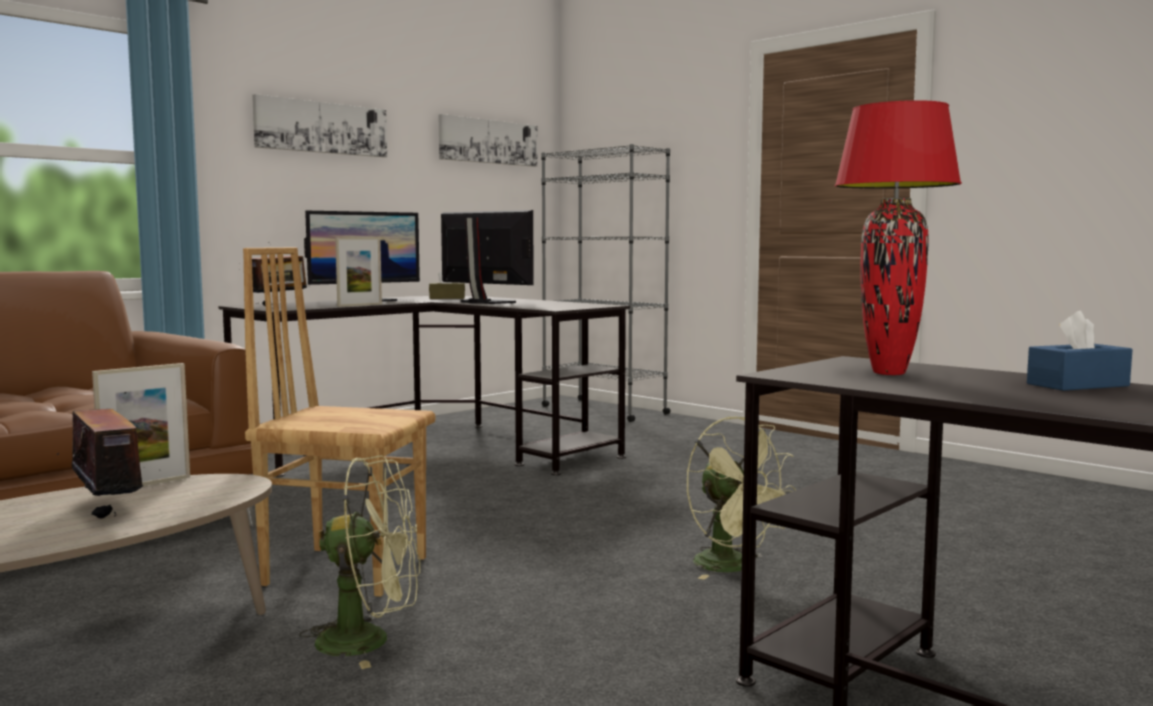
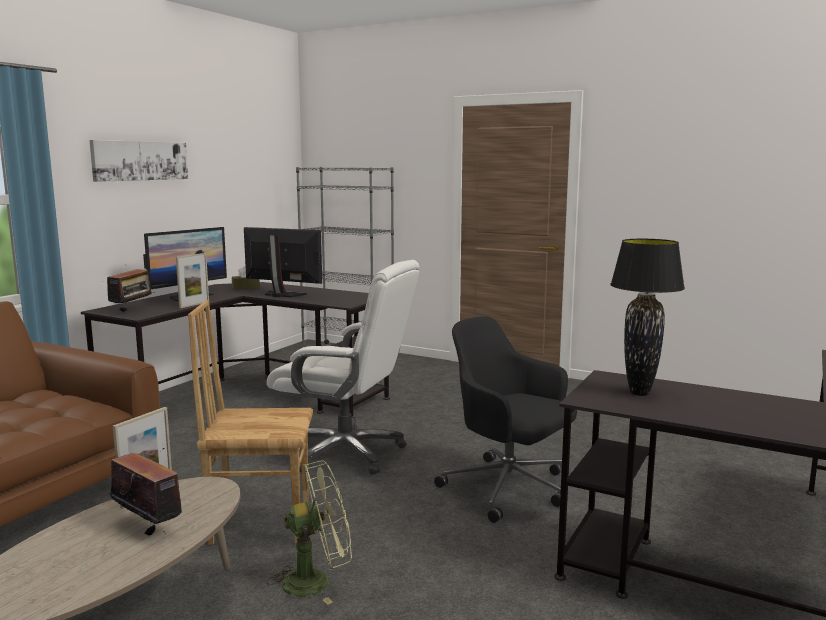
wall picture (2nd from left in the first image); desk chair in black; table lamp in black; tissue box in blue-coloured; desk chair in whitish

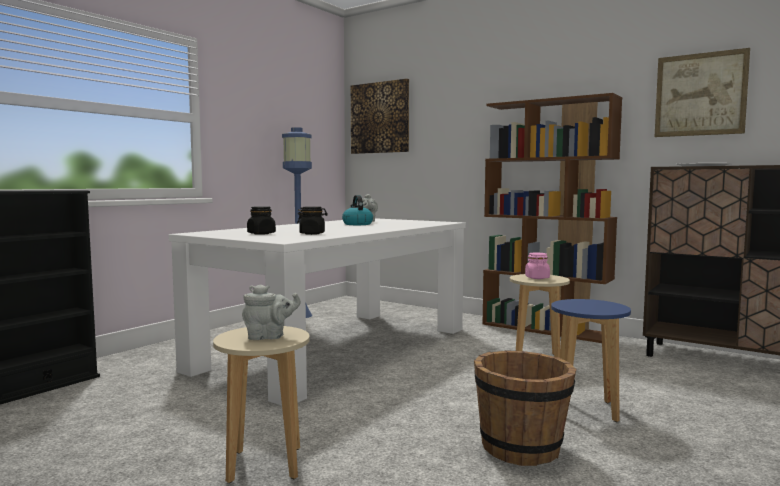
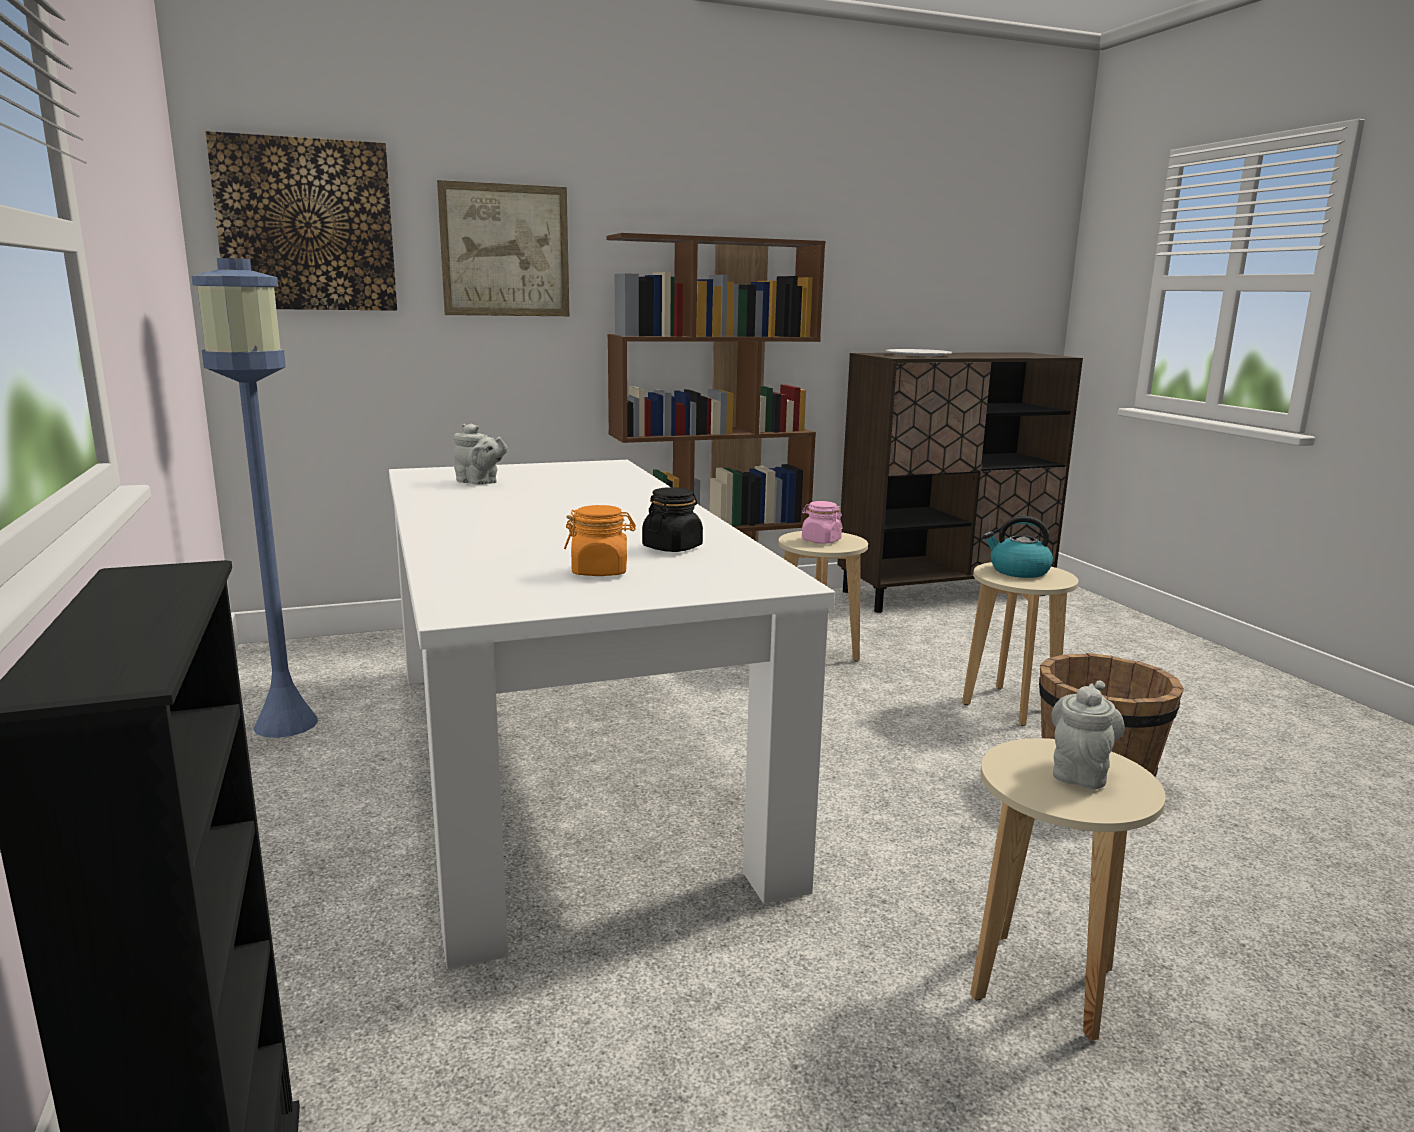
storage jar in orange; water kettle; stool seat in beige (2nd from left); wall picture (2nd from left)

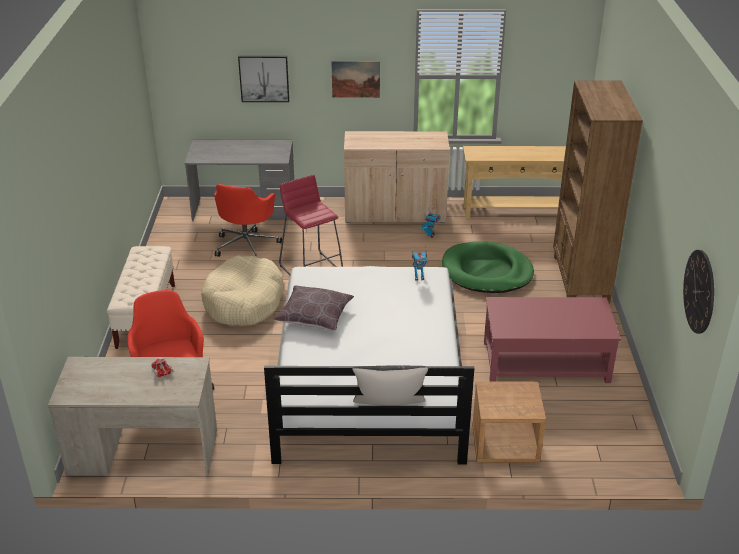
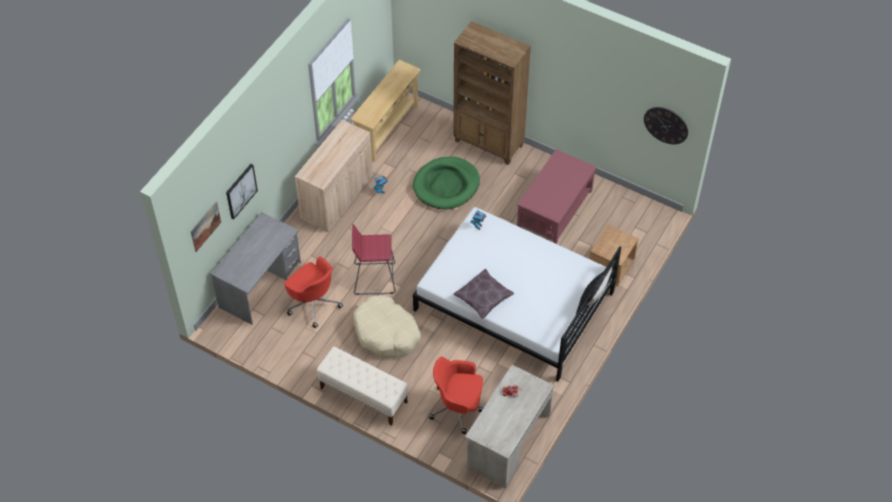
wall picture (1st from left)

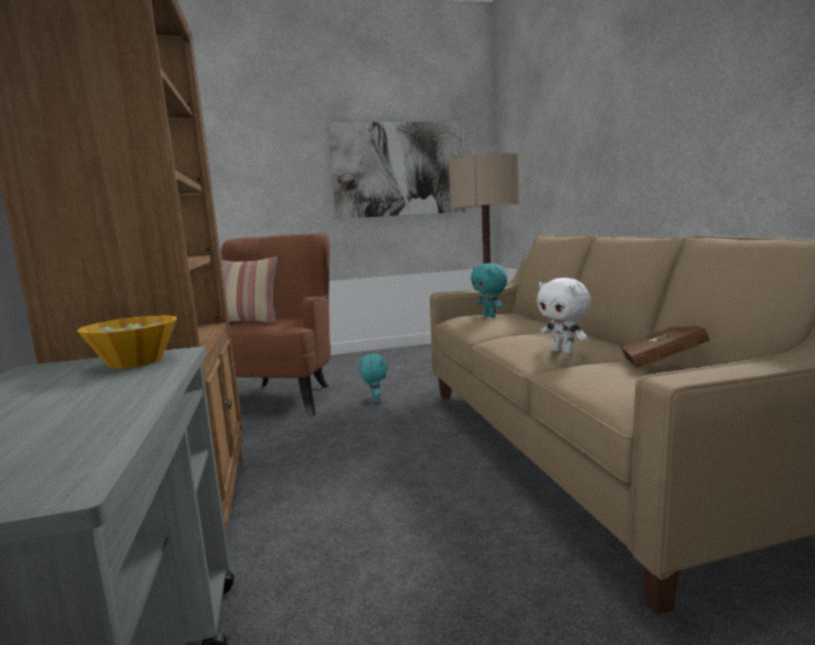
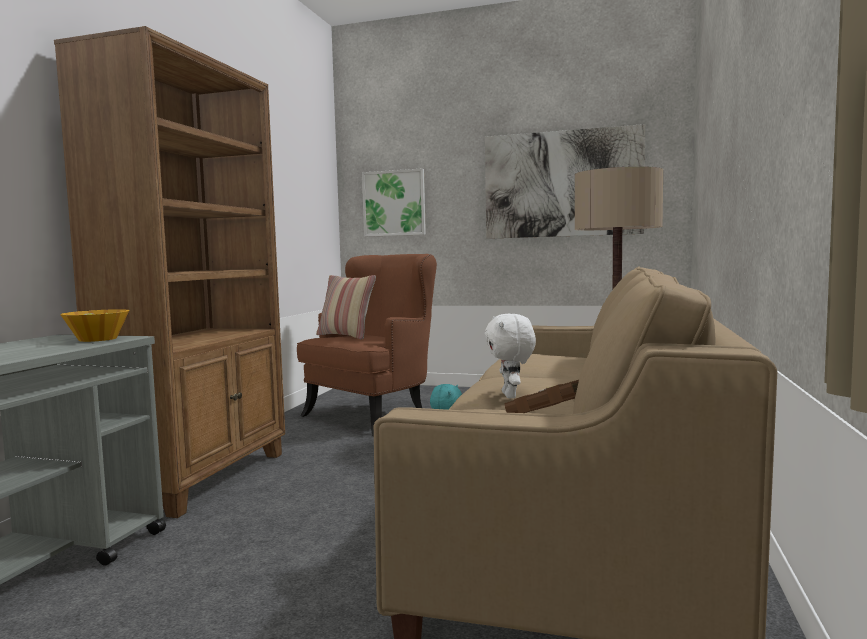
plush toy in turquoise (2nd from left in the first image); wall picture (1st from left)

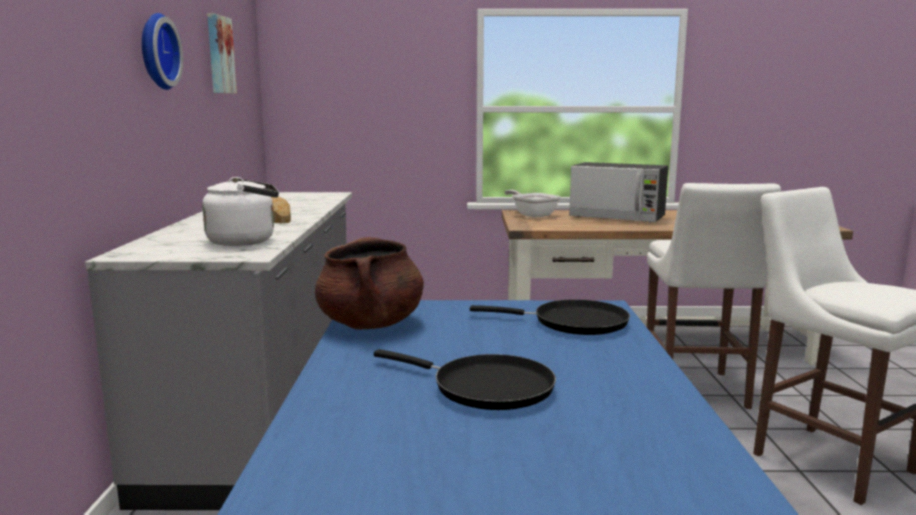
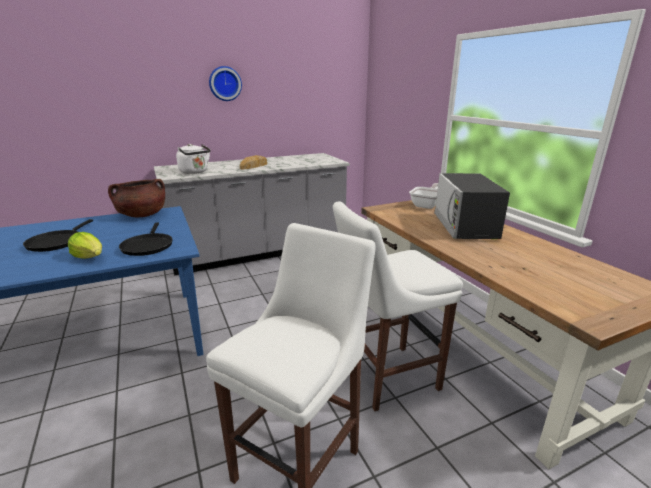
wall picture; head of lettuce

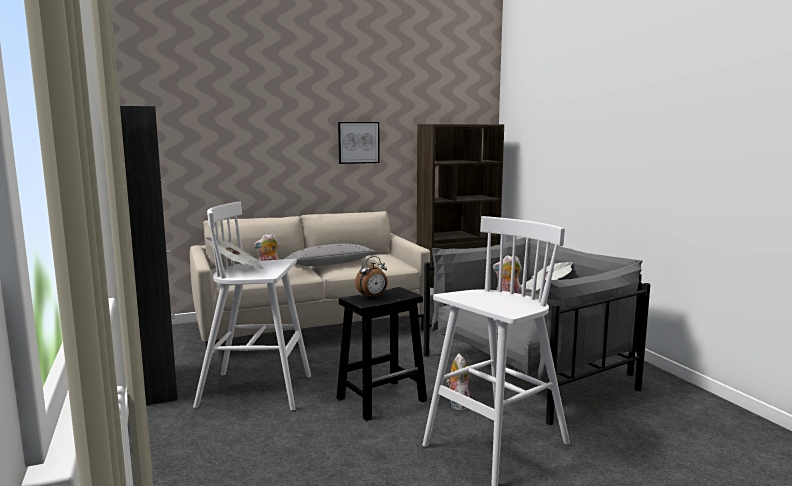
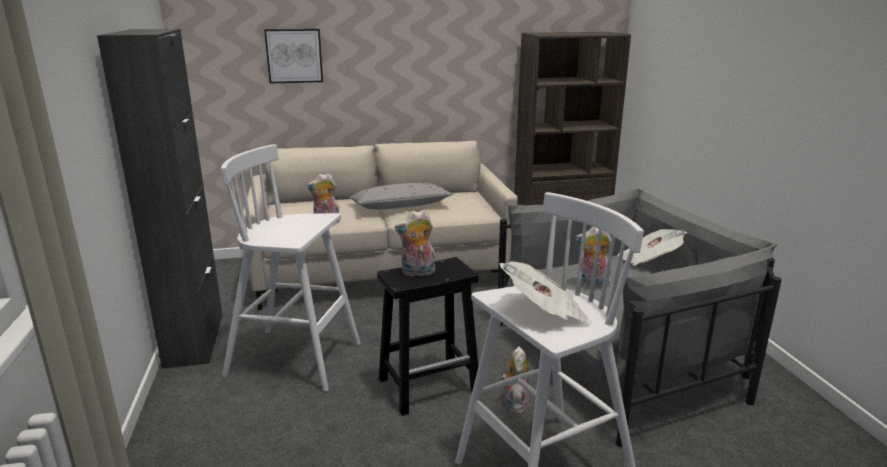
printed paper (1st from left); wall picture; plush toy (2nd from left)

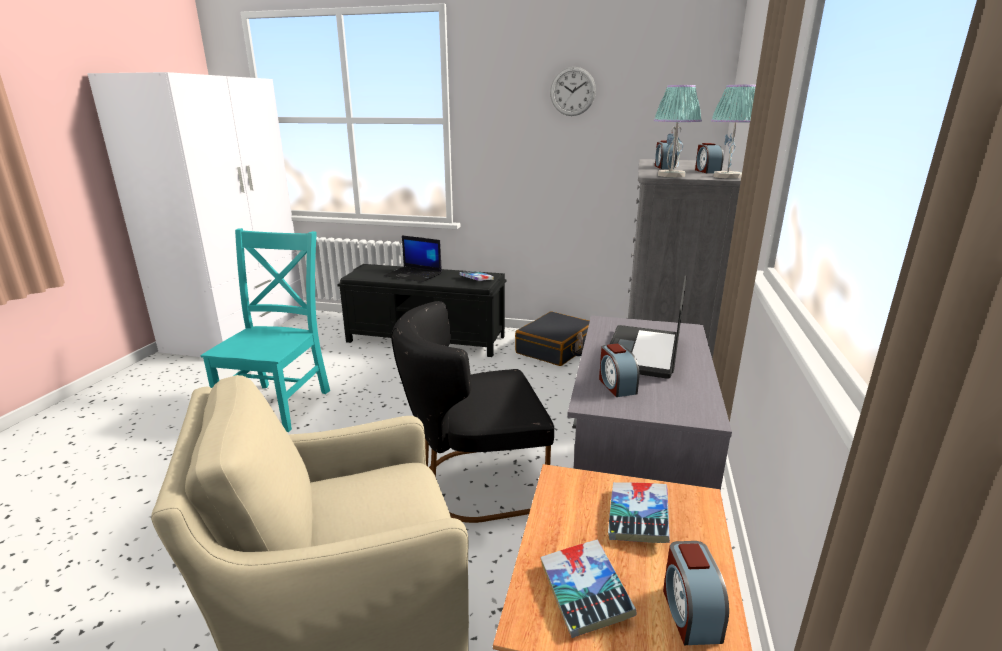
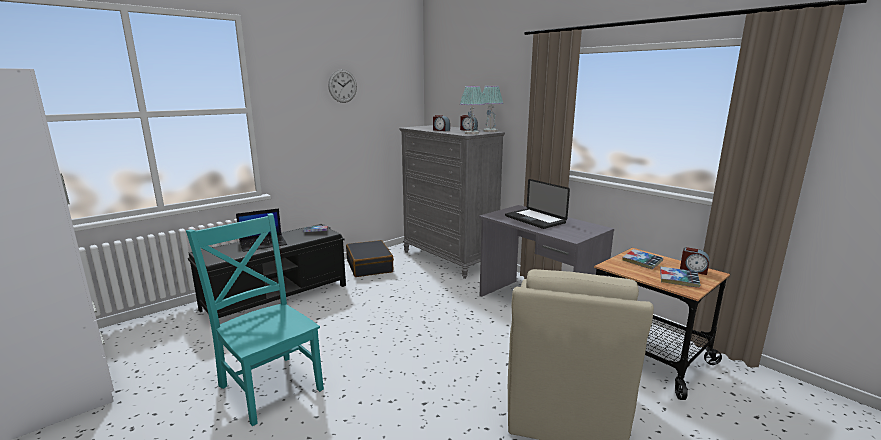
upright chair in black; alarm clock (1st from left in the first image)

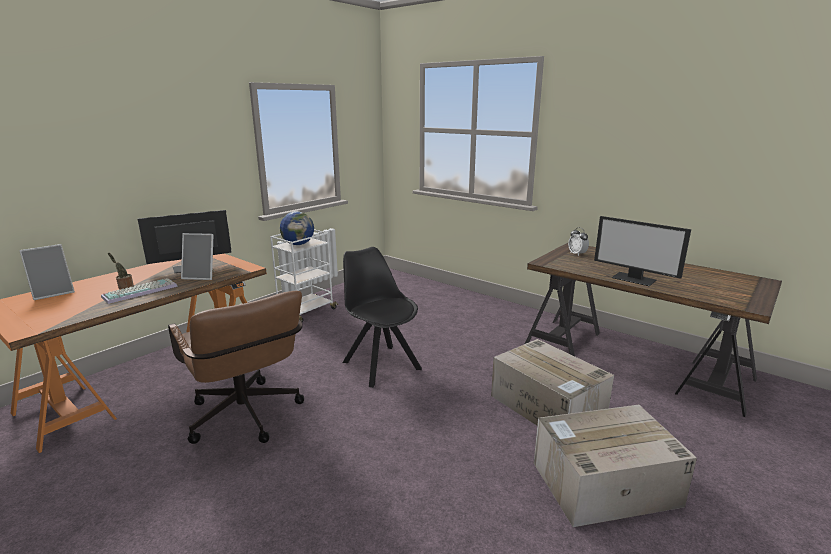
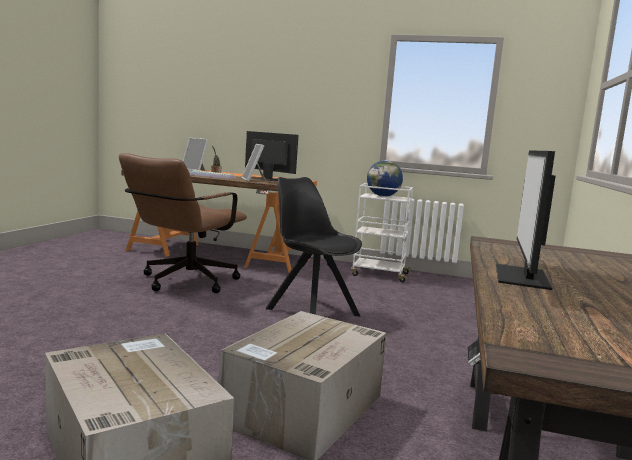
upright chair in black; alarm clock

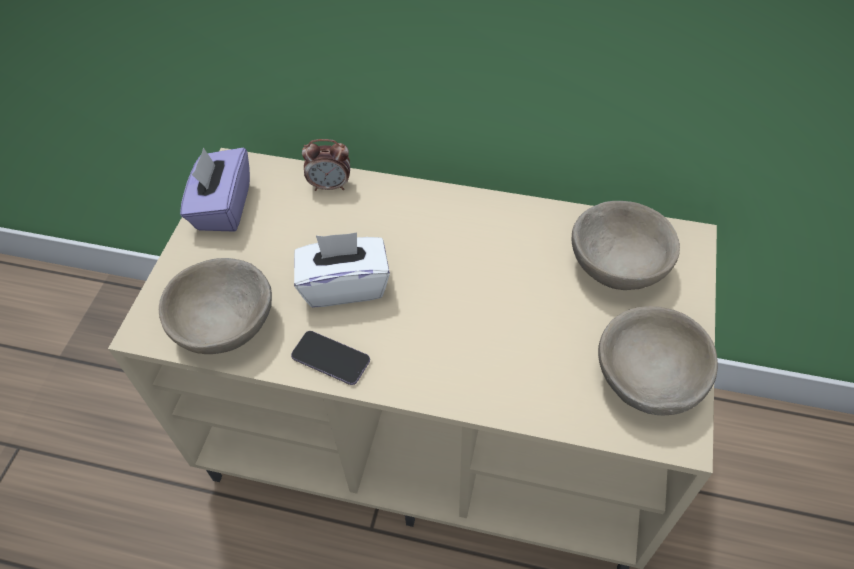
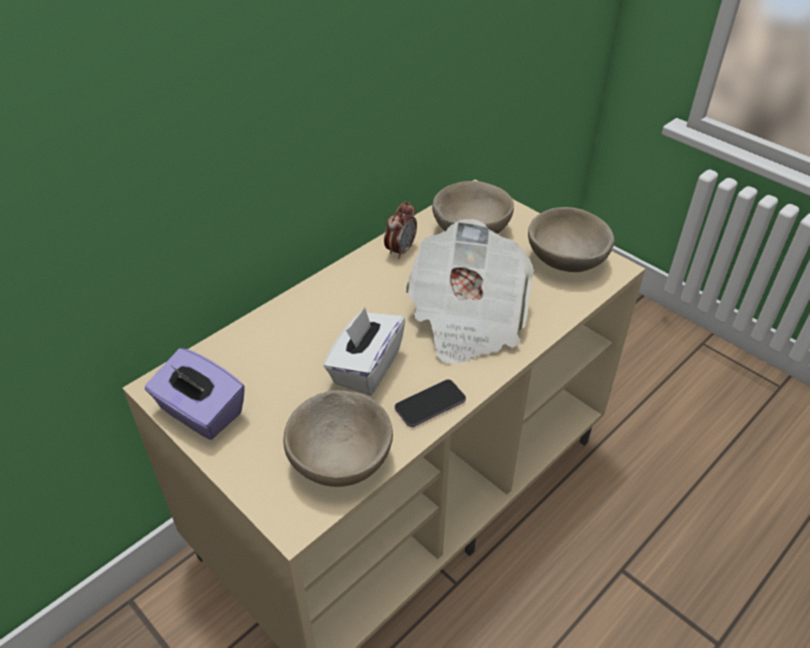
alarm clock; printed paper

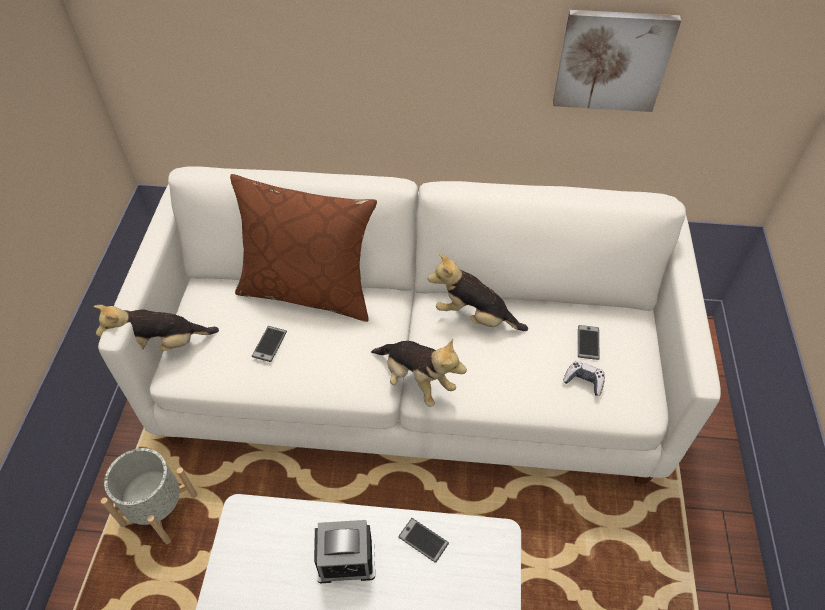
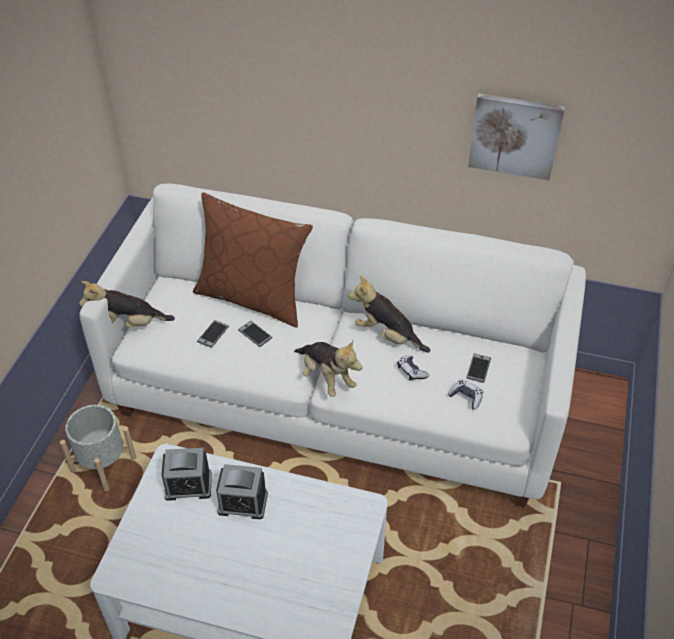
phone (2nd from left); alarm clock (1st from left); game controller (1st from left)

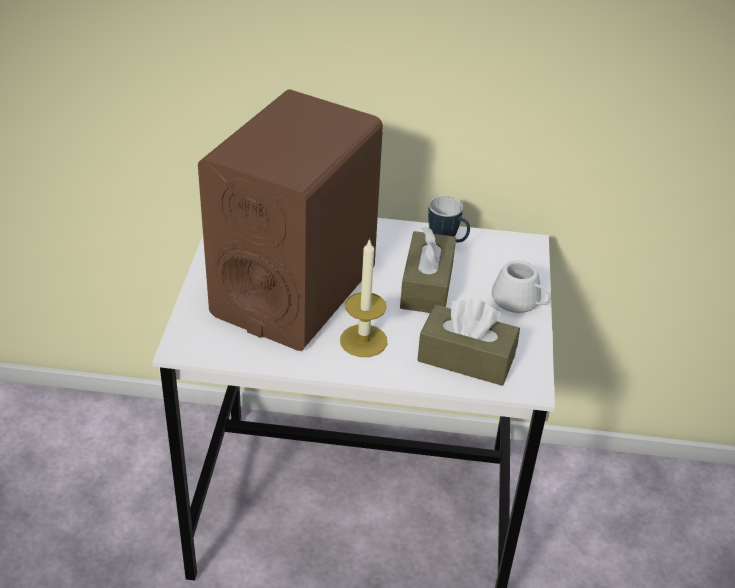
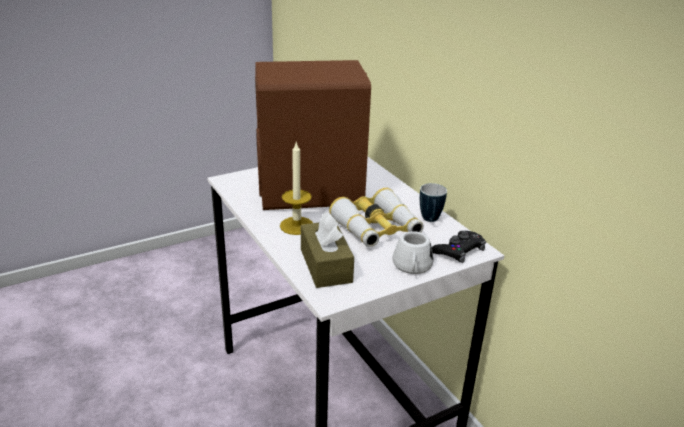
pair of binoculars; game controller in black

